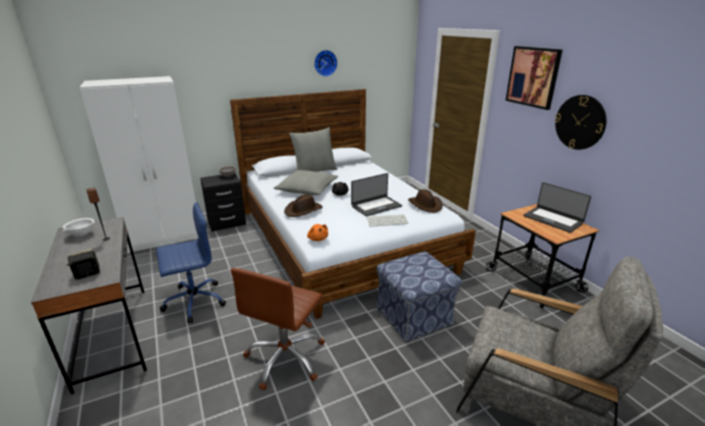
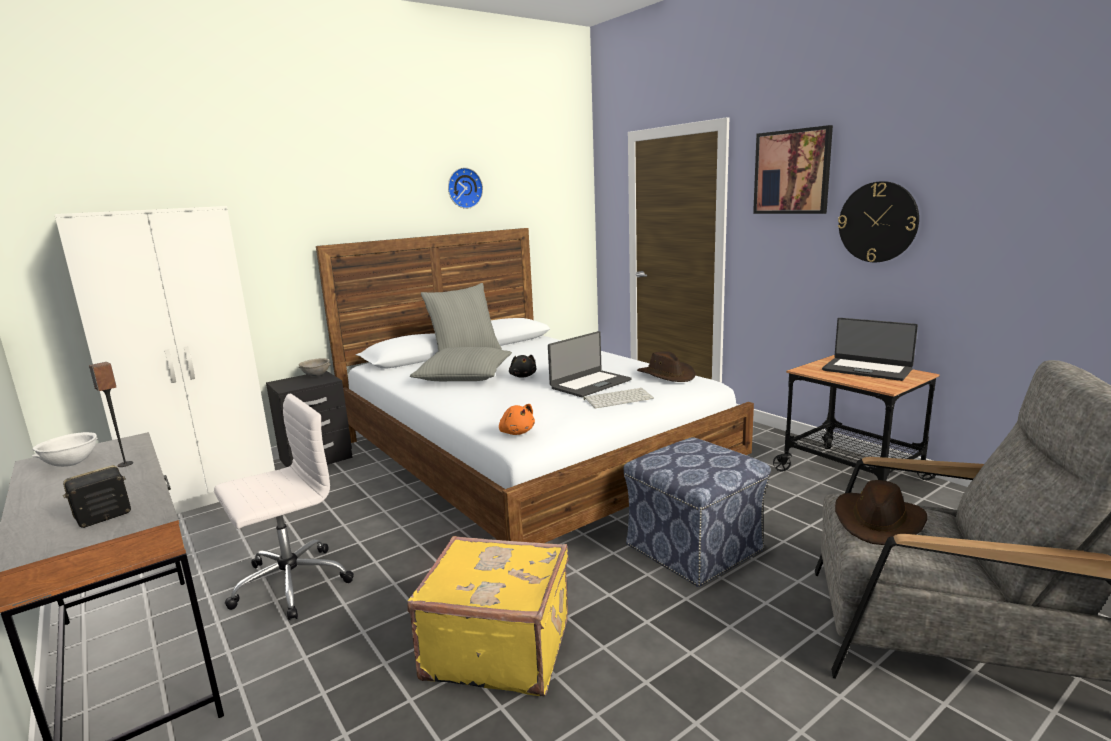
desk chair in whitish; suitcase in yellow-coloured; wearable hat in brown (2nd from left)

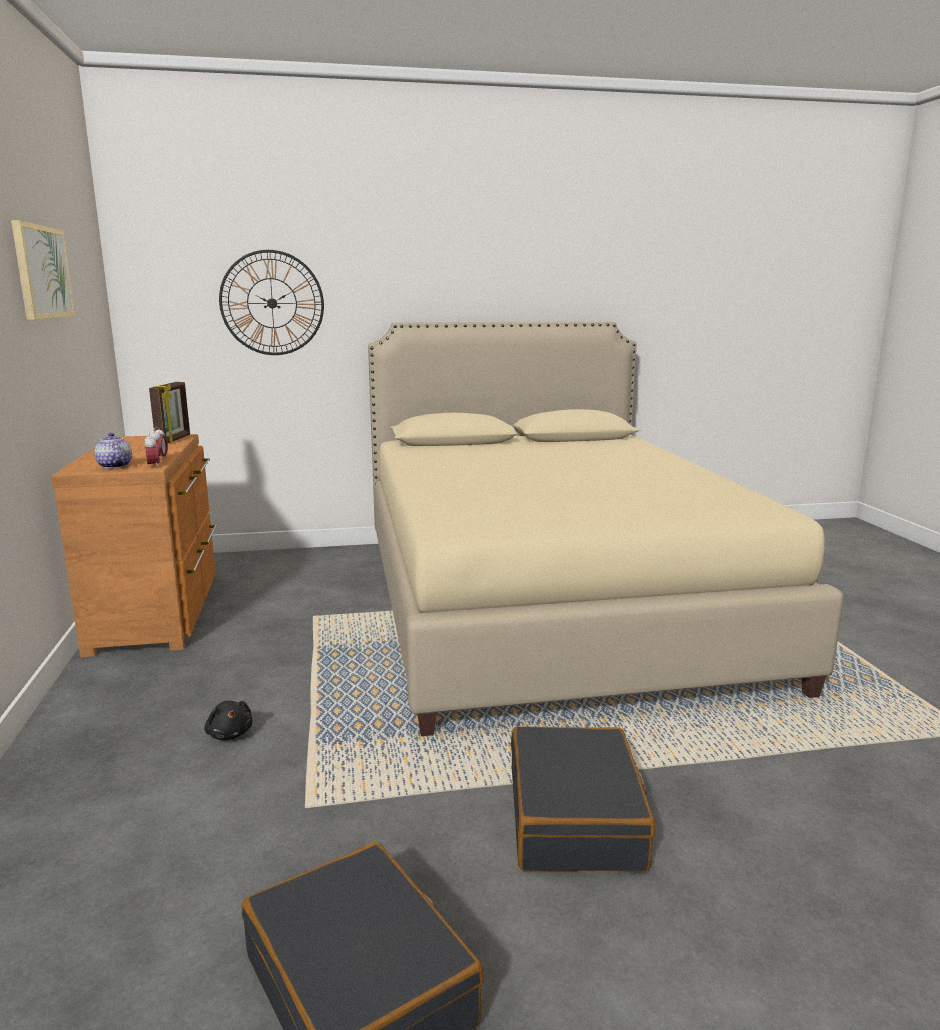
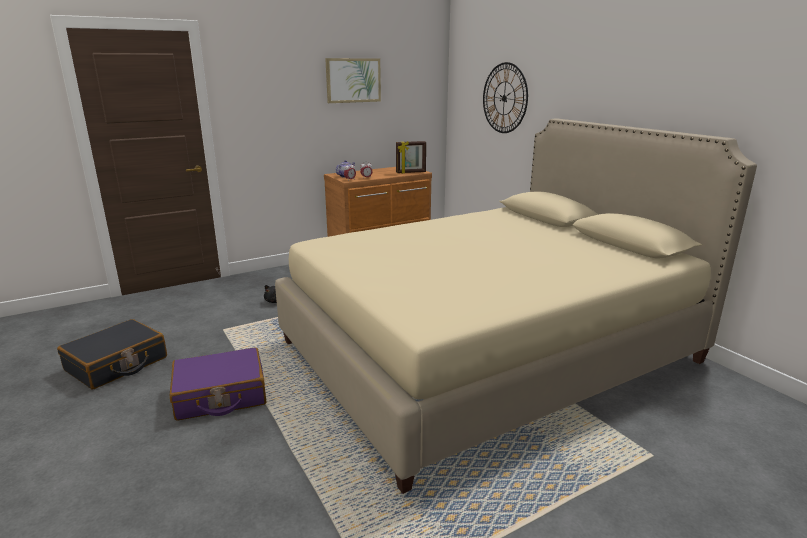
suitcase in purple-coloured

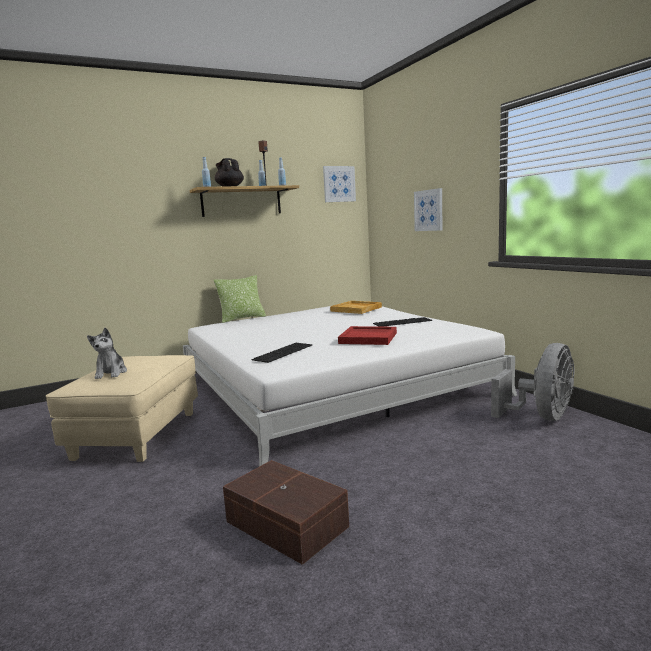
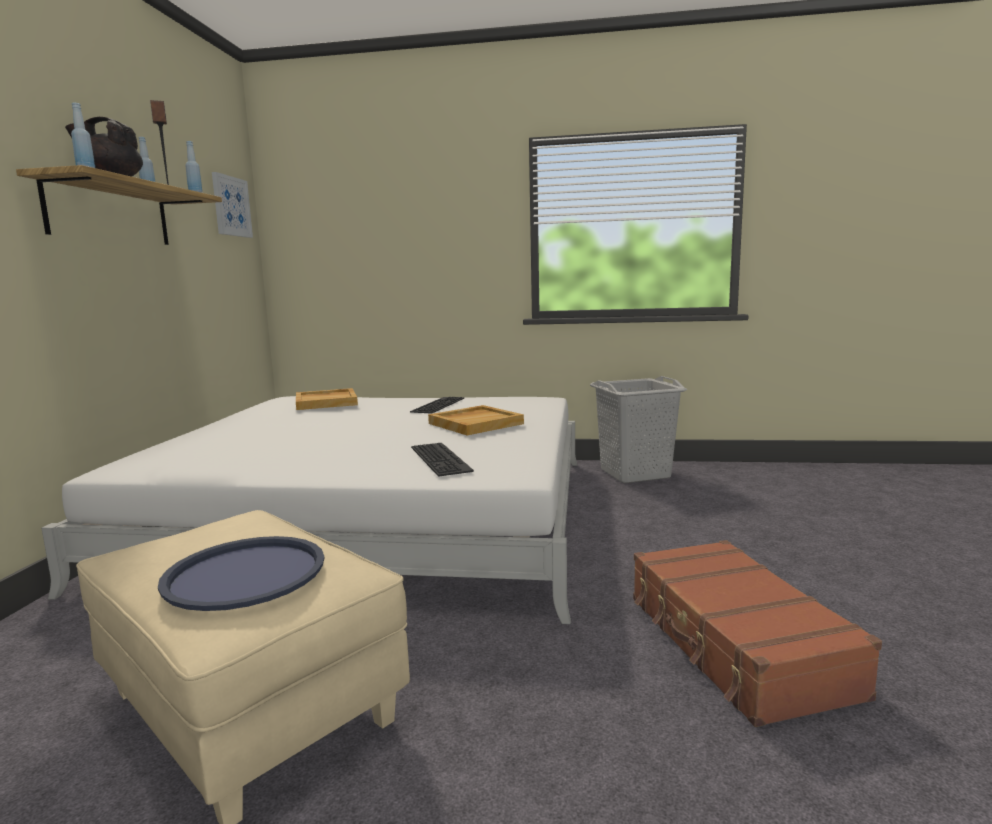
serving tray in blue-coloured; throw pillow; suitcase in brown; serving tray in beige (2nd from left); wall picture (2nd from left in the first image); hamper in gray

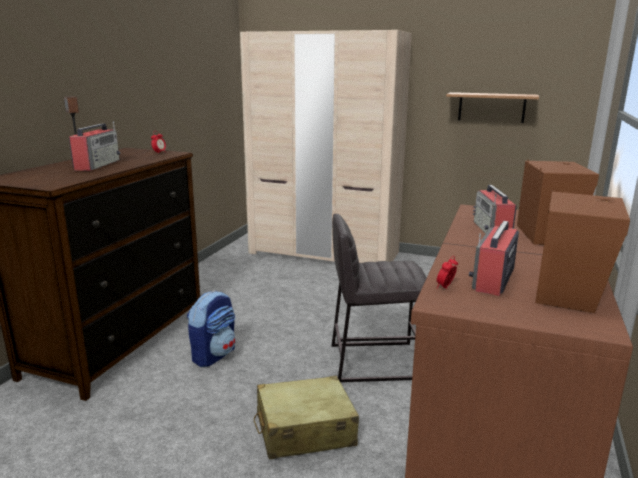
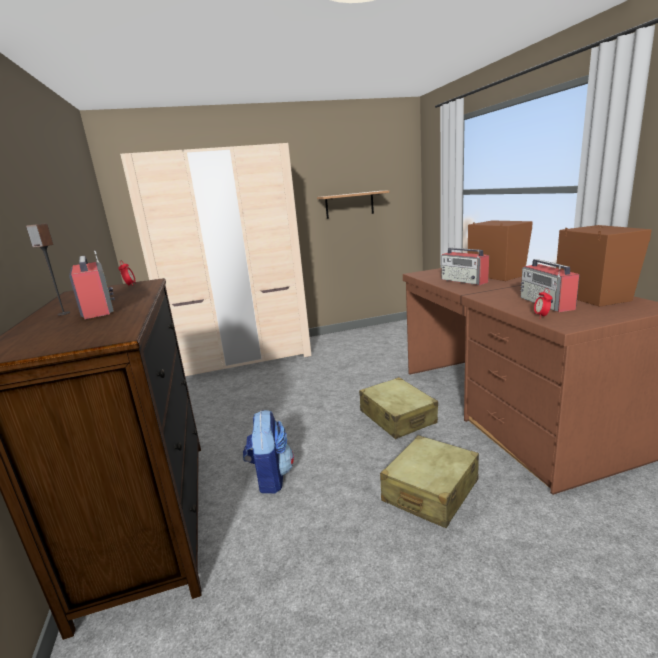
suitcase in beige (1st from left)

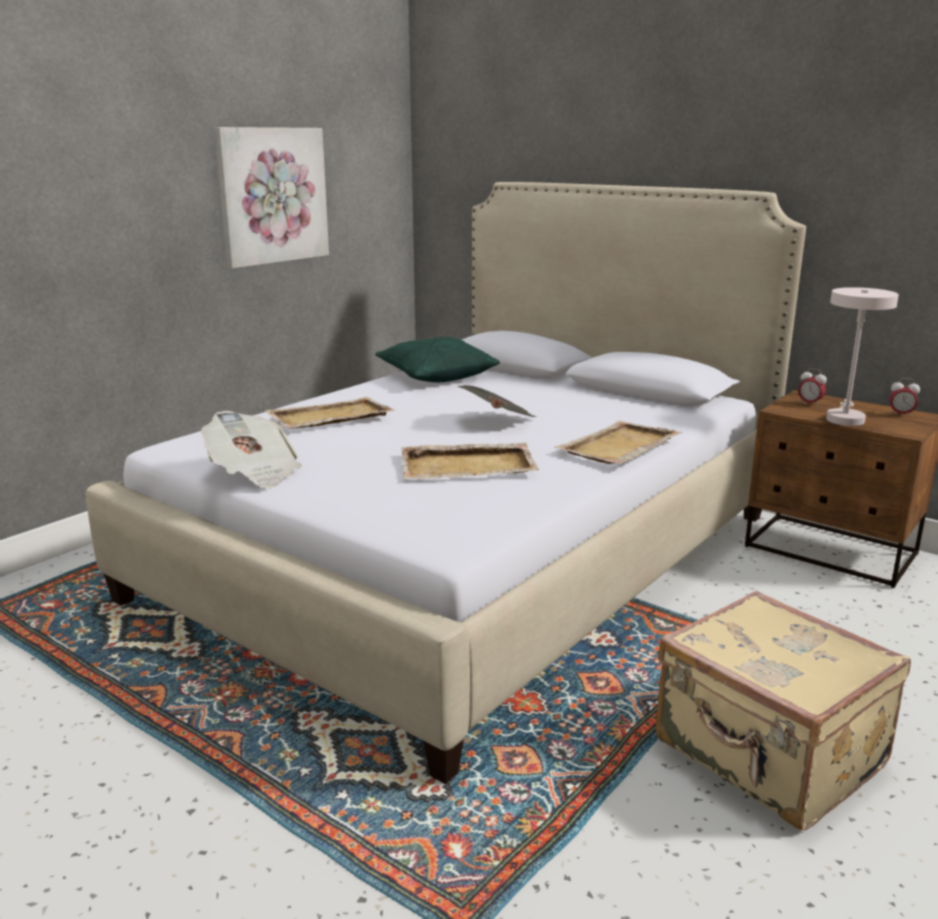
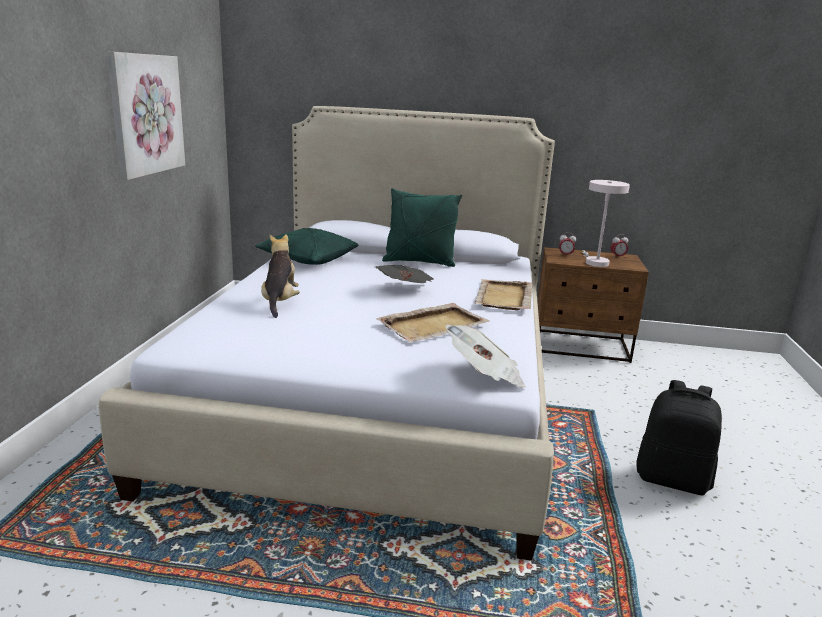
printed paper (2nd from left); plush toy; backpack in black; throw pillow in green (2nd from left)

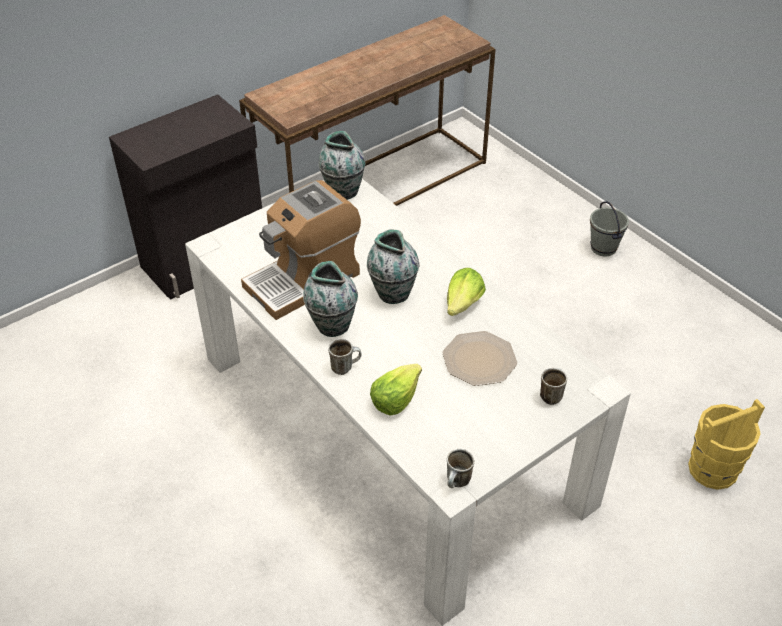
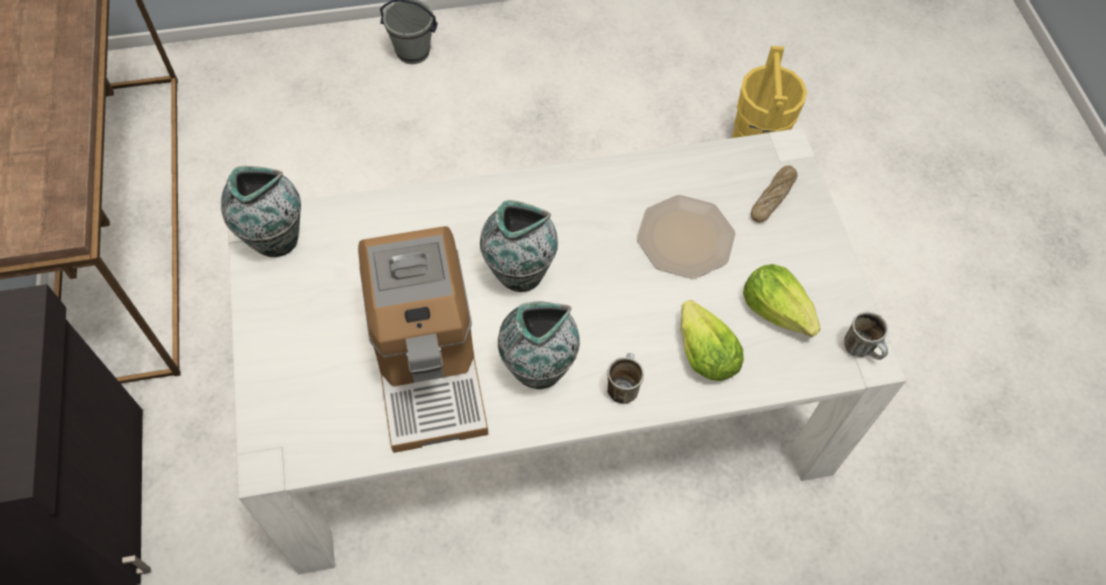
head of lettuce (2nd from left); bread

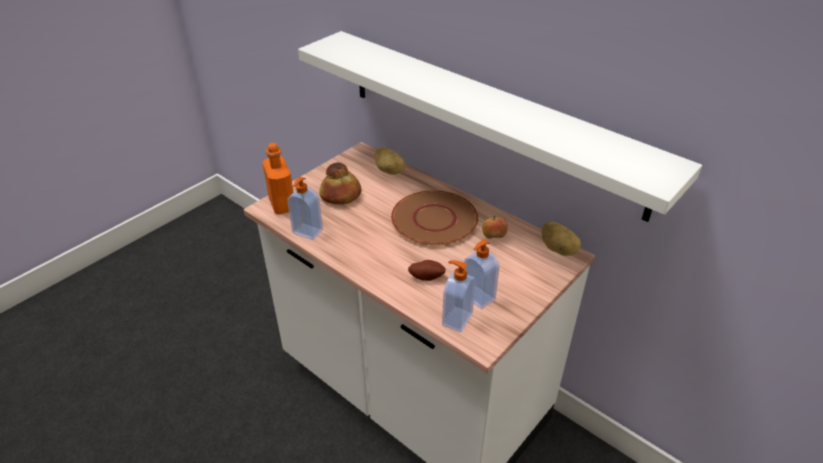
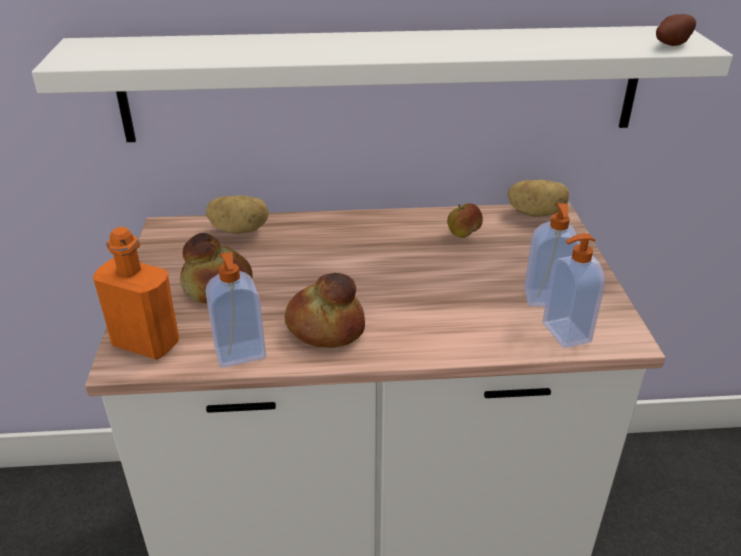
flat dish in brown; spud (3rd from left); bread (2nd from left)

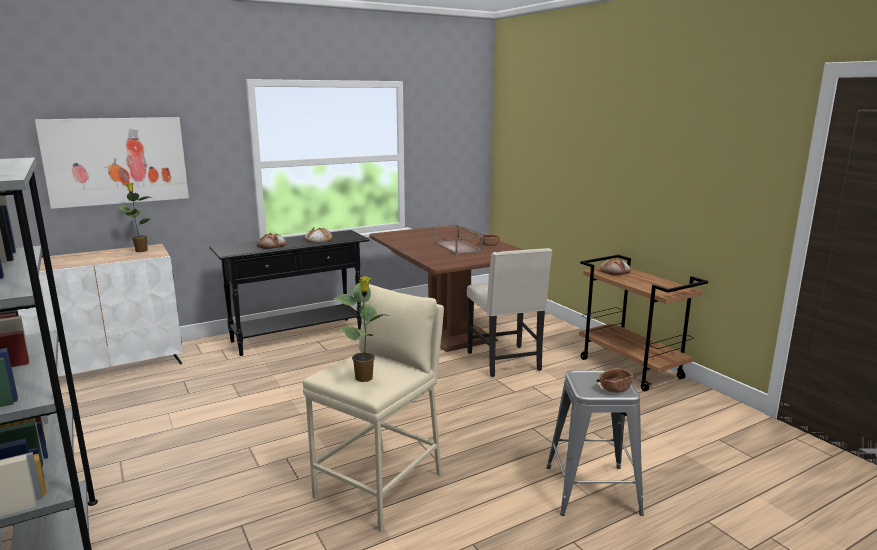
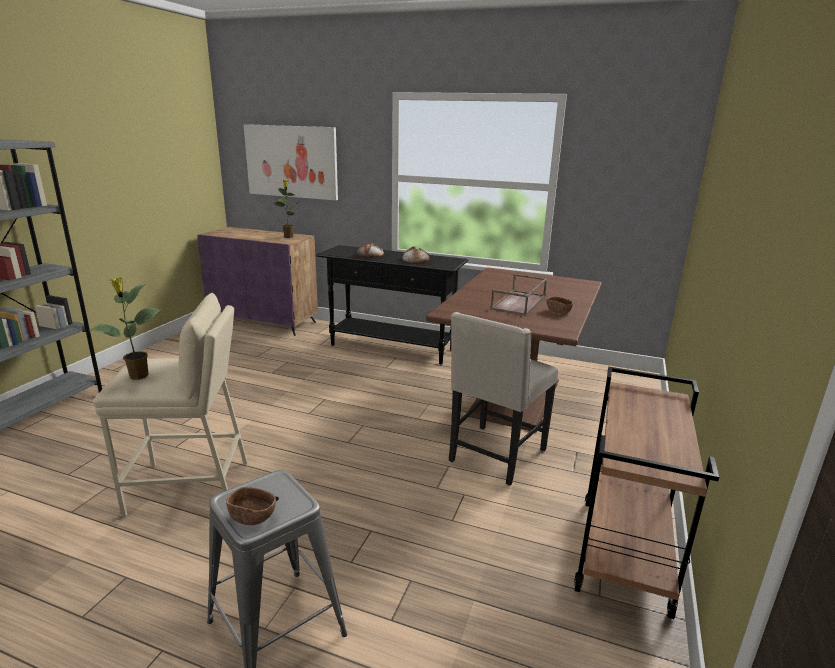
storage cabinet in purple-coloured; bread (3rd from left in the first image)

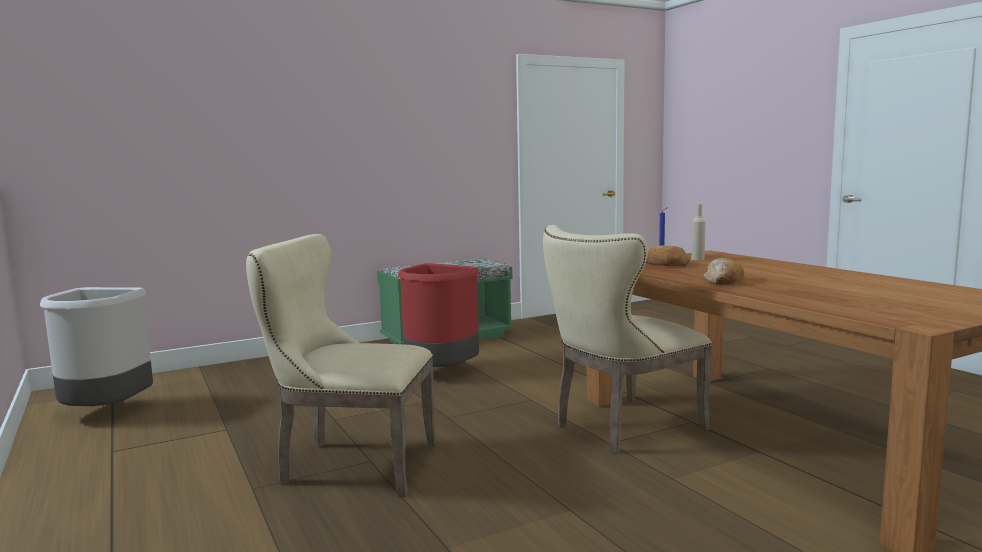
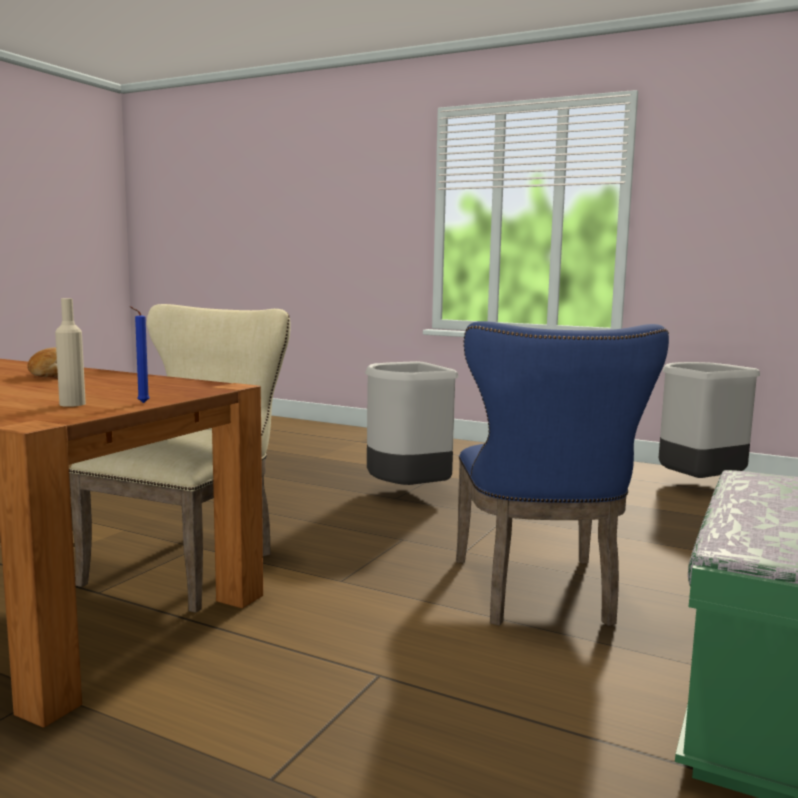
waste bin in gray (1st from left); upright chair in blue-coloured; bread (1st from left in the first image)

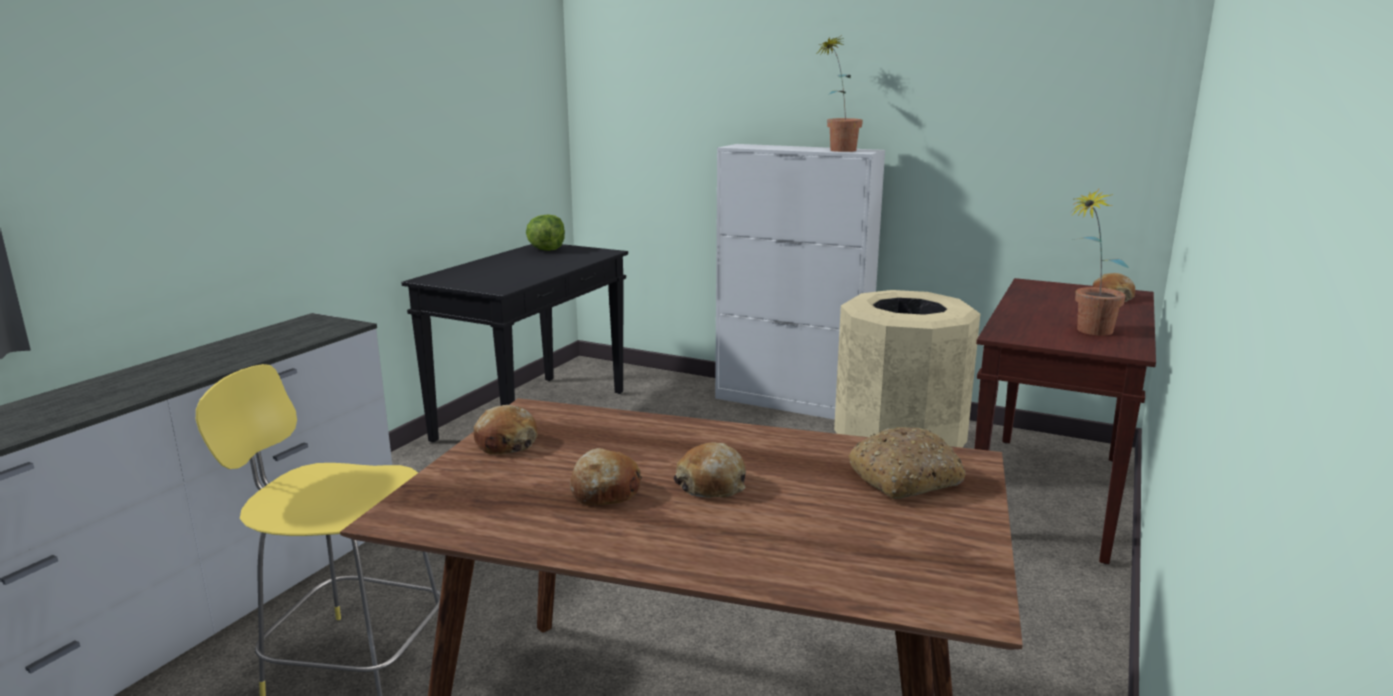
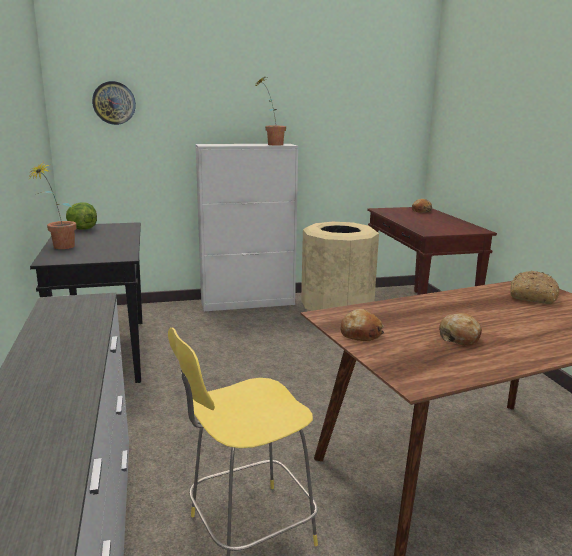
bread (3rd from left in the first image); plant in a pot (1st from left); hanging clock

